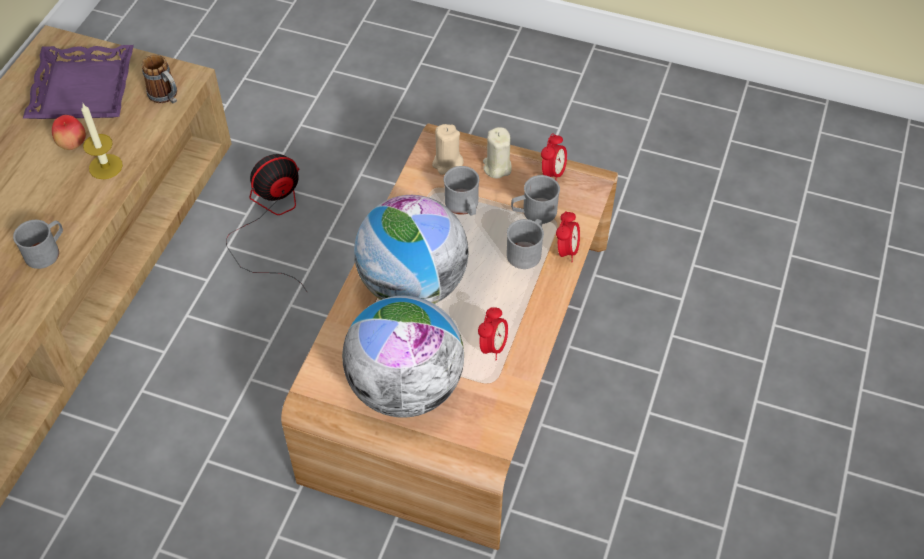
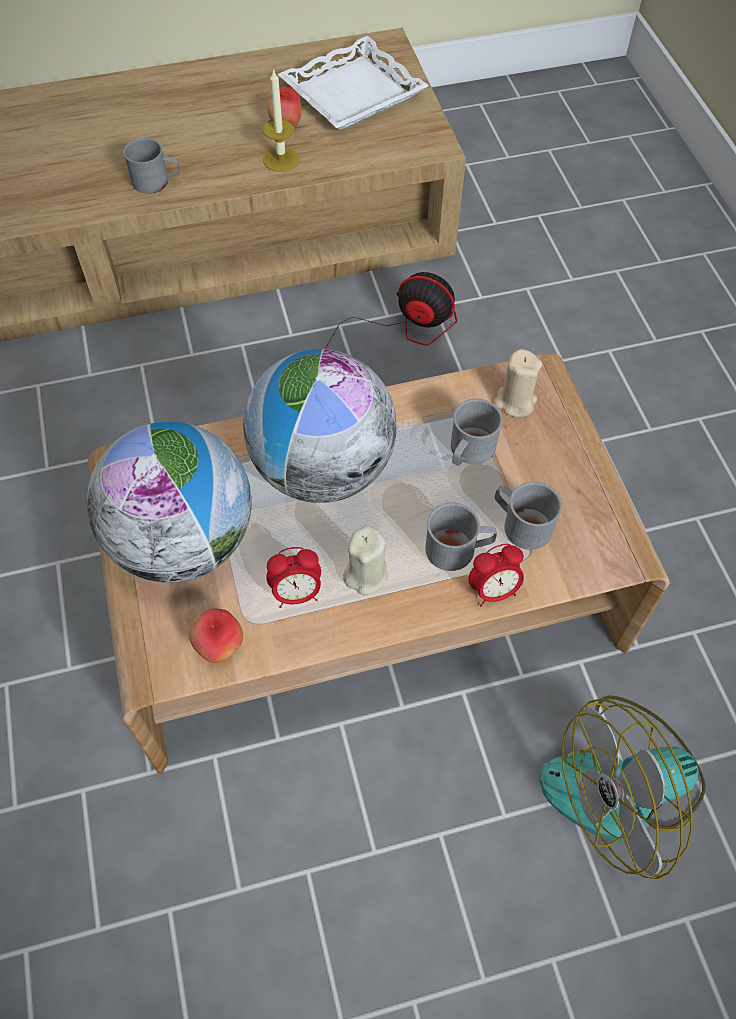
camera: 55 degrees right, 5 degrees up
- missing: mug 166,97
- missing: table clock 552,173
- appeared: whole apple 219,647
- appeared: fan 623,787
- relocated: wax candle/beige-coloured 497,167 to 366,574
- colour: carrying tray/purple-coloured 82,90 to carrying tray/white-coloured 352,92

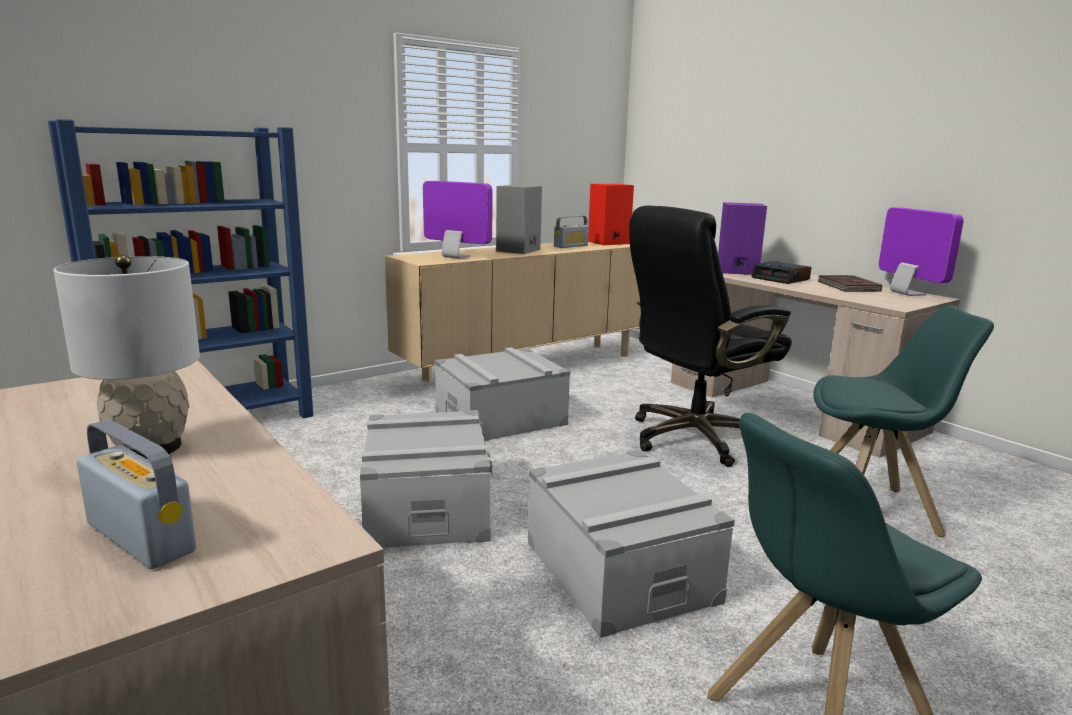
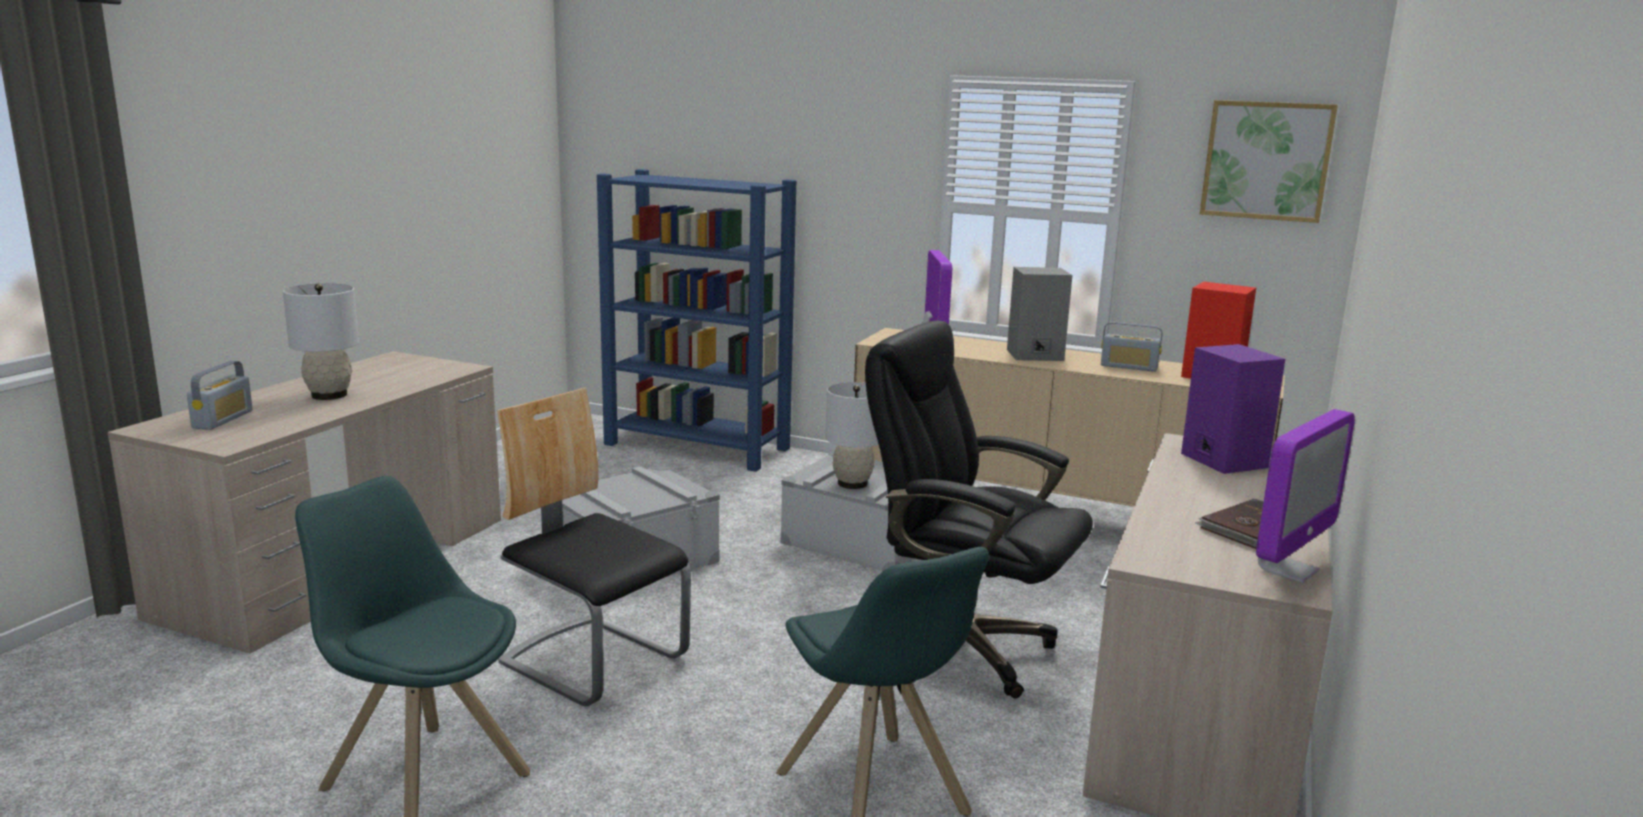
camera: 60 degrees right, 0 degrees up
- missing: table clock 781,279
- appeared: table lamp/white-coloured 852,483
- appeared: wall art 1266,160
- exchanged: storage bin/greyish 619,571 to upright chair 594,660

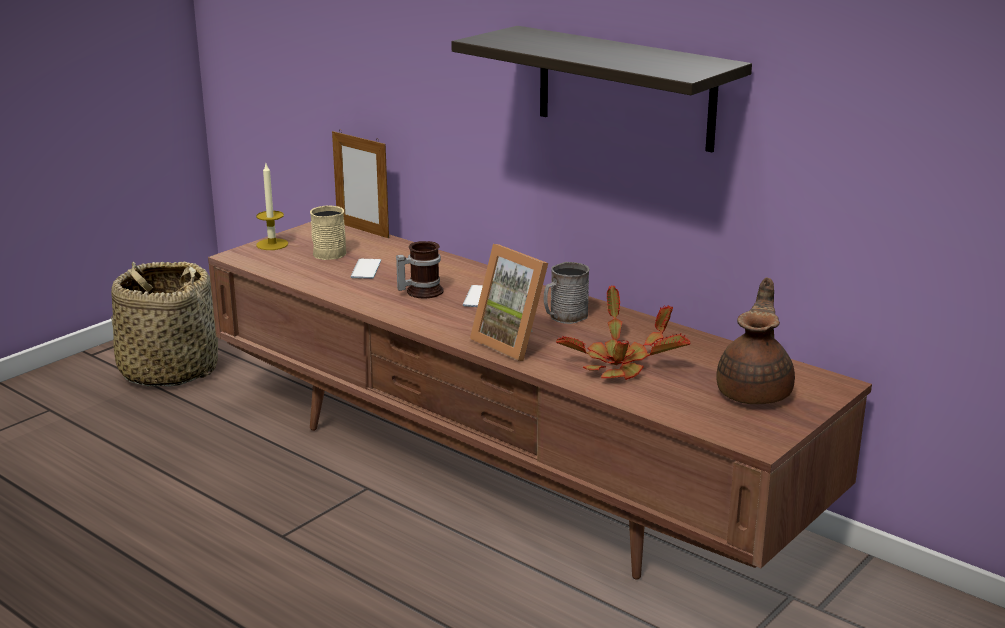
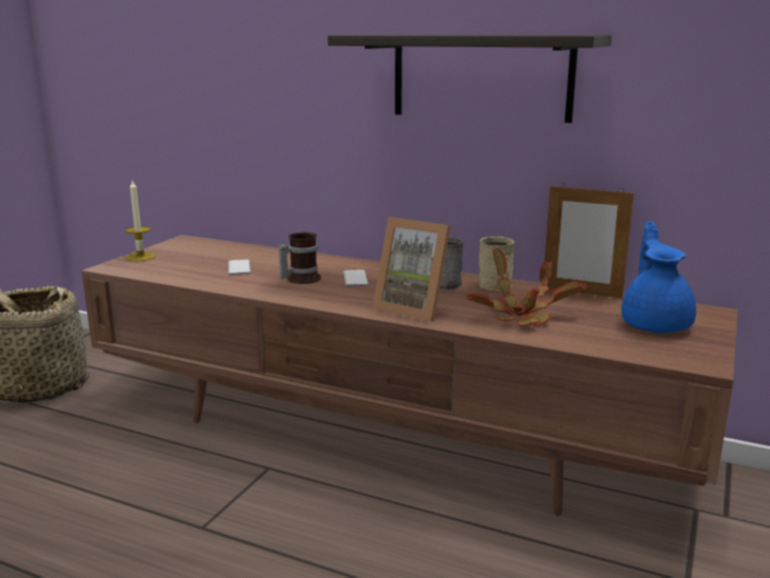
camera: 15 degrees left, 5 degrees down
- relocated: mug/beige-coloured 332,252 to 495,283
- relocated: picture frame 362,230 to 581,292
- colour: teapot/brownish 755,392 to teapot/bluish 655,324

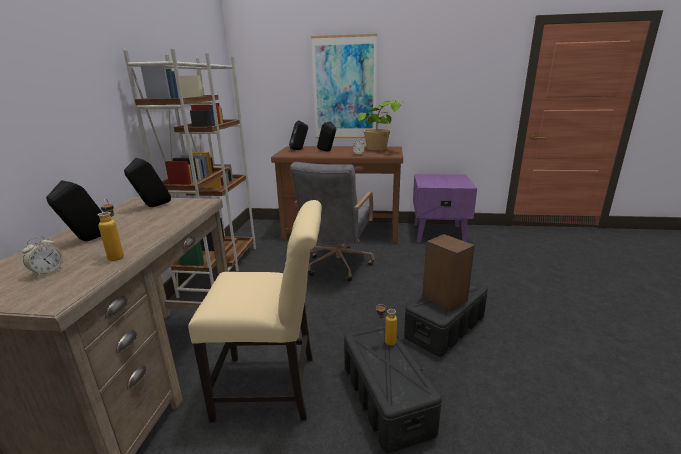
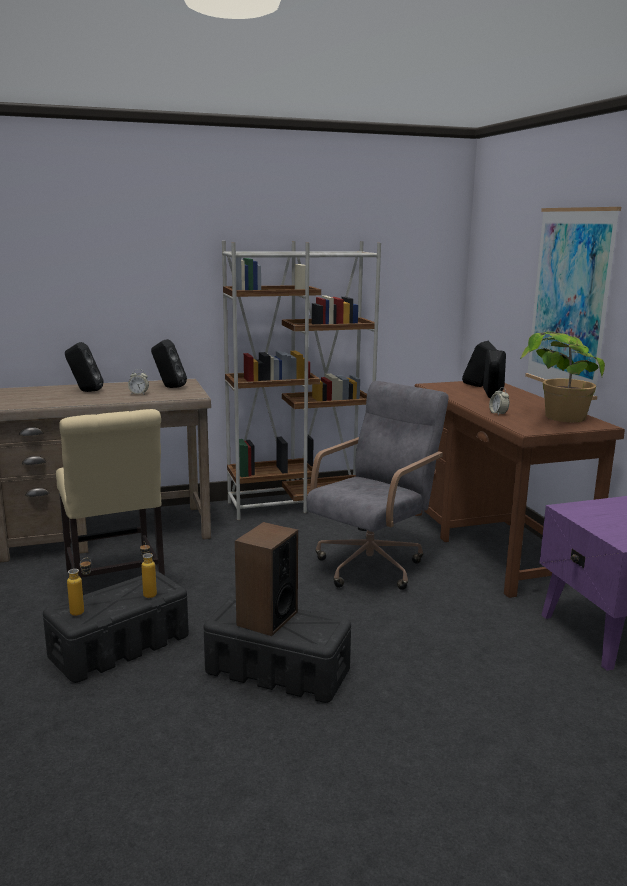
camera: 65 degrees right, 5 degrees down
- relocated: table clock 47,272 to 139,394
- relocated: bottle 117,255 to 82,610
- spun: office chair/greyish 337,267 = 373,566 135 degrees clockwise

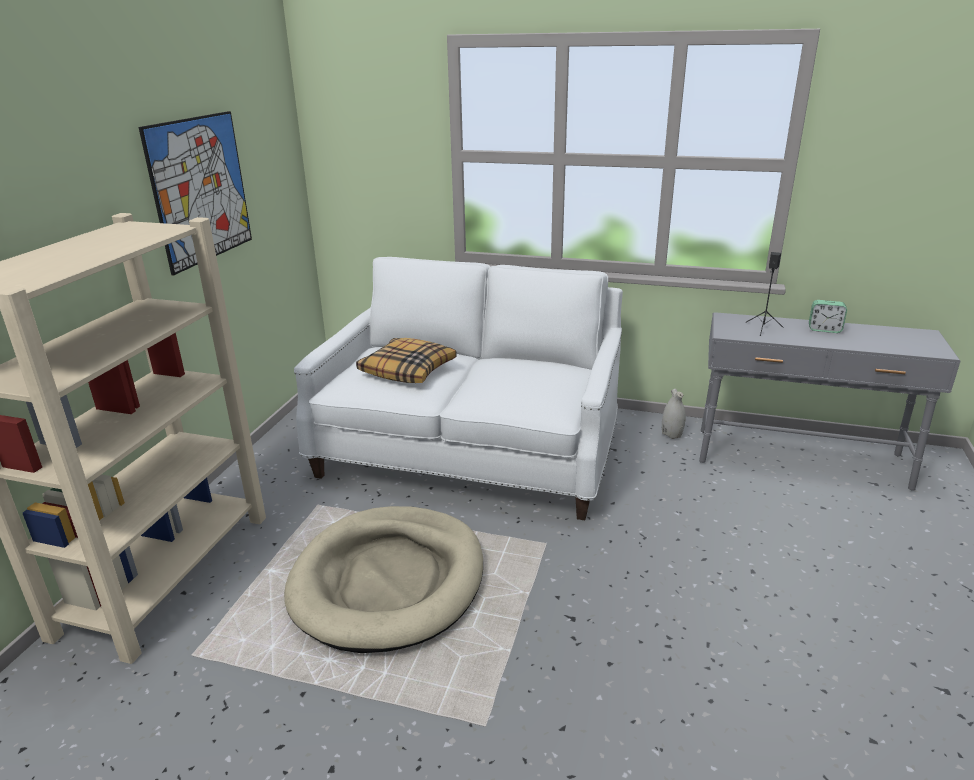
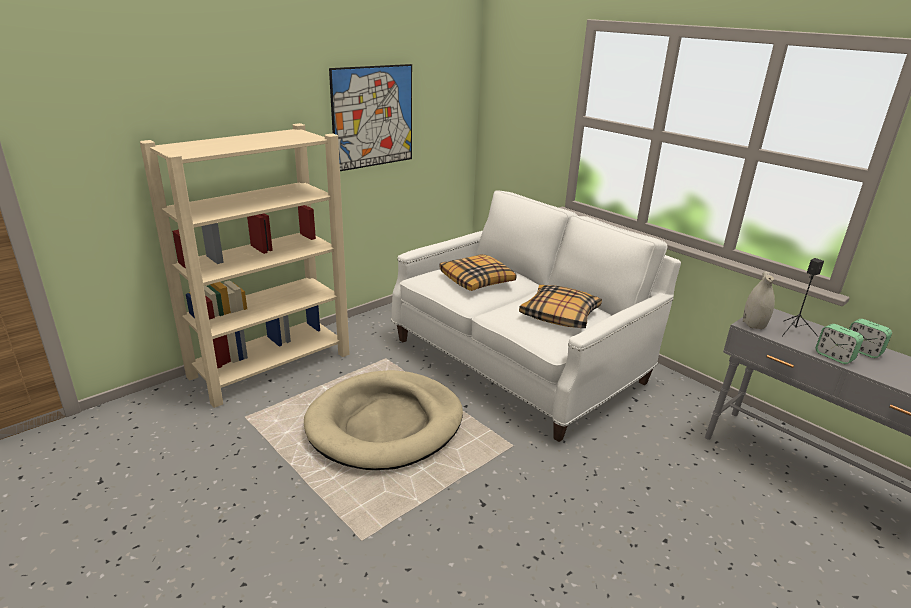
camera: 30 degrees right, 0 degrees up
- appeared: throw pillow 559,315
- appeared: table clock 834,356
- relocated: vase/white-coloured 671,435 to 754,325

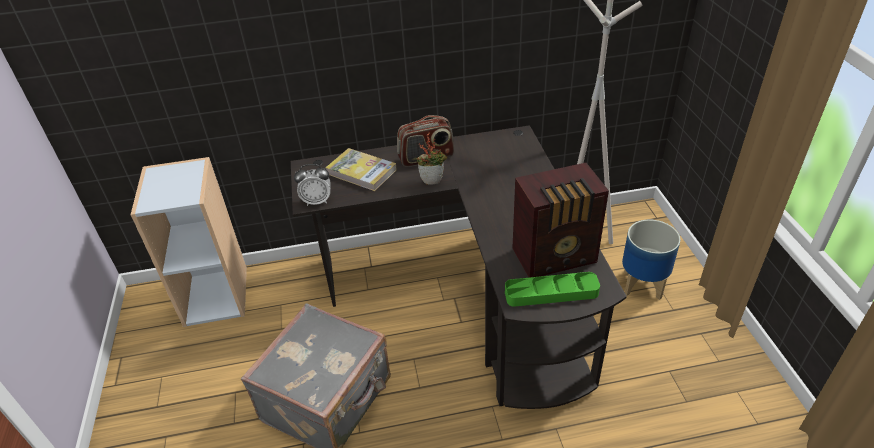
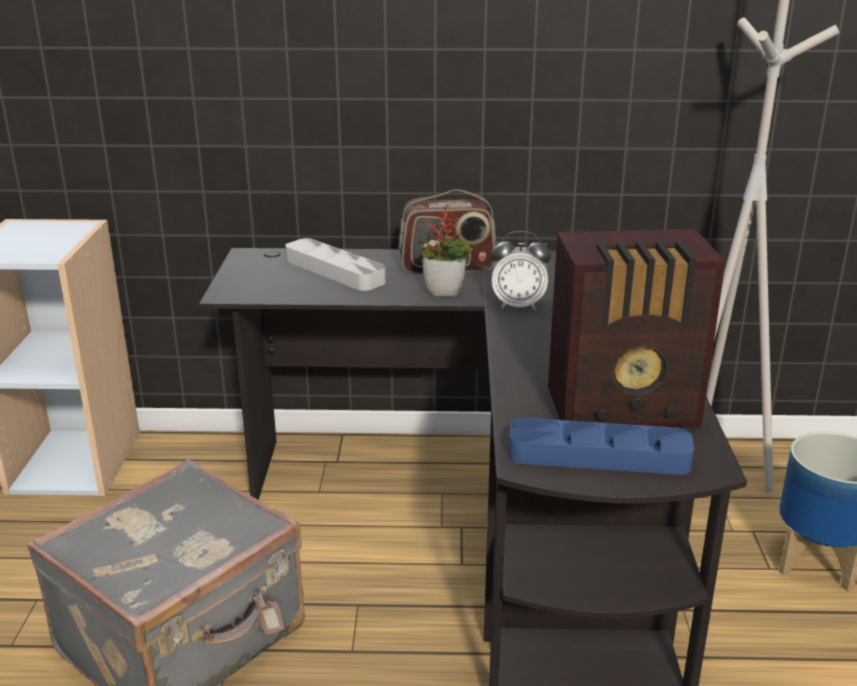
camera: 10 degrees right, 15 degrees down
- relocated: table clock 317,201 to 518,305
- exchanged: volume 361,172 to carrying tray/greyish 334,271
- colour: carrying tray/green-coloured 551,293 to carrying tray/bluish 598,455

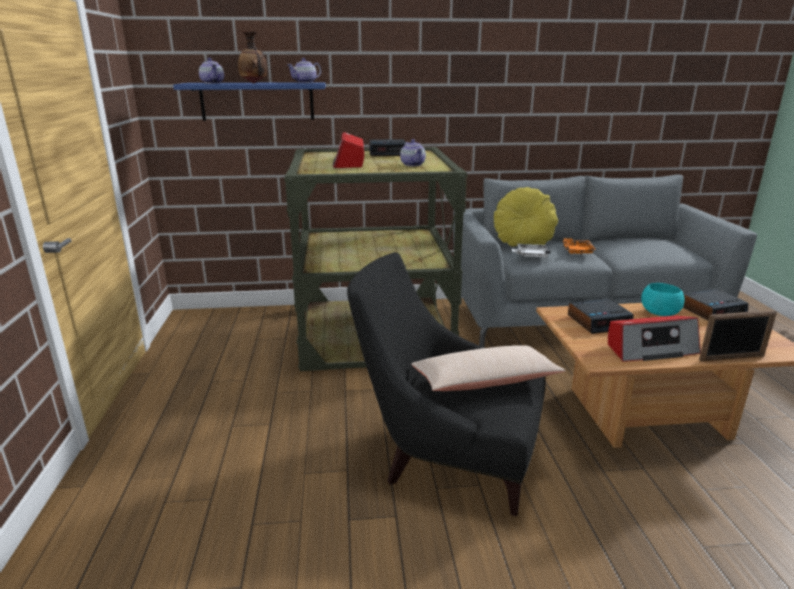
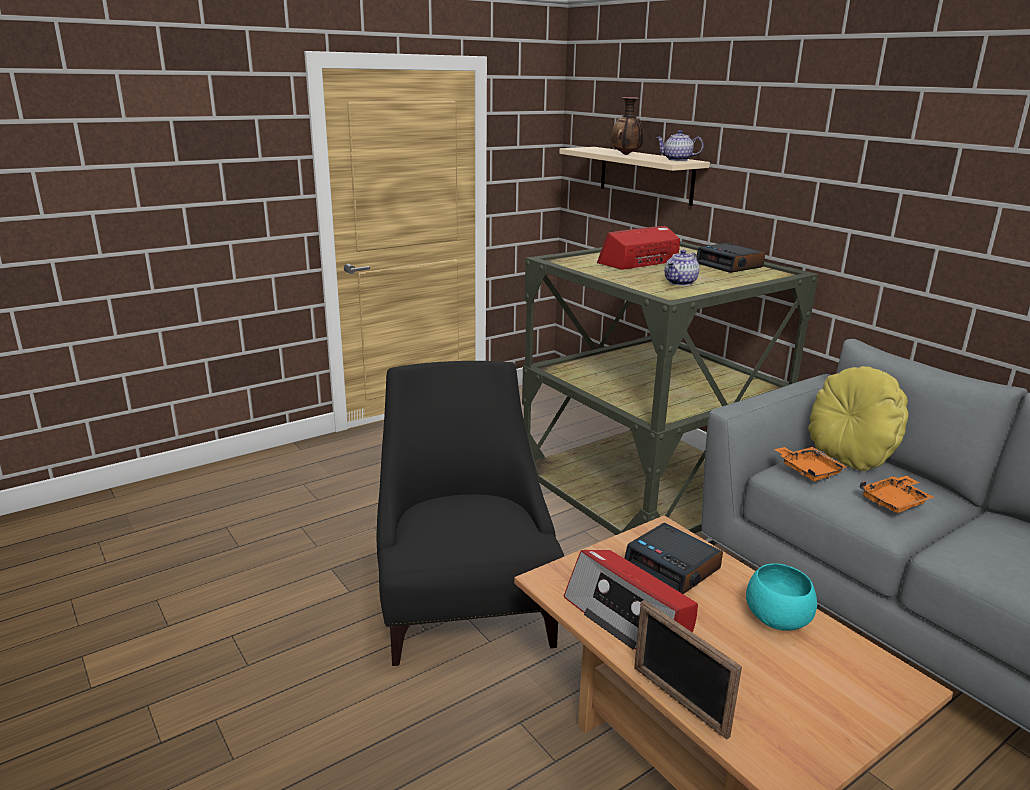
camera: 60 degrees right, 0 degrees up
- missing: teapot 213,83
- missing: throw pillow/beige-coloured 485,381
- missing: table clock 712,311
- colour: shelf/bluish 257,101 to shelf/beige-coloured 646,175
- colour: carrying tray/white-coloured 530,255 to carrying tray/orange 808,470

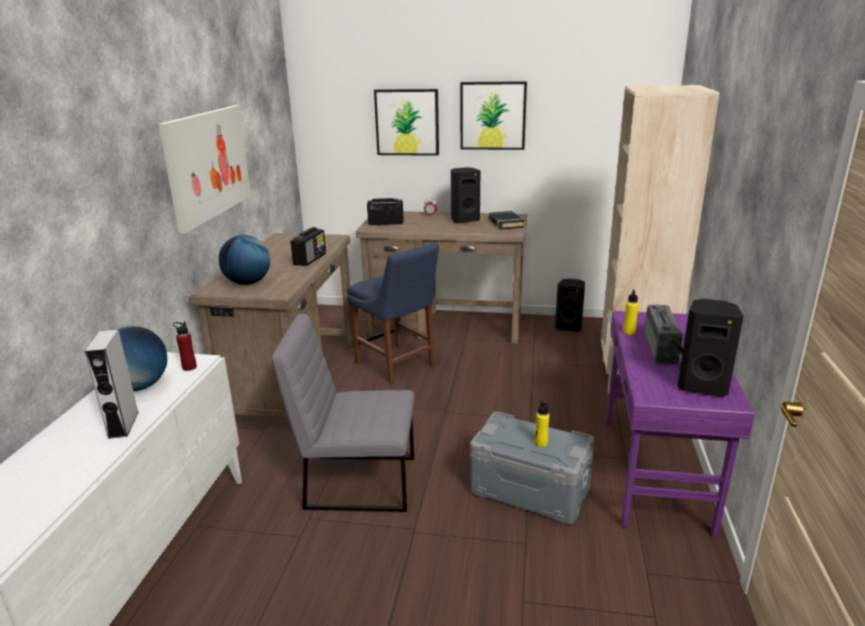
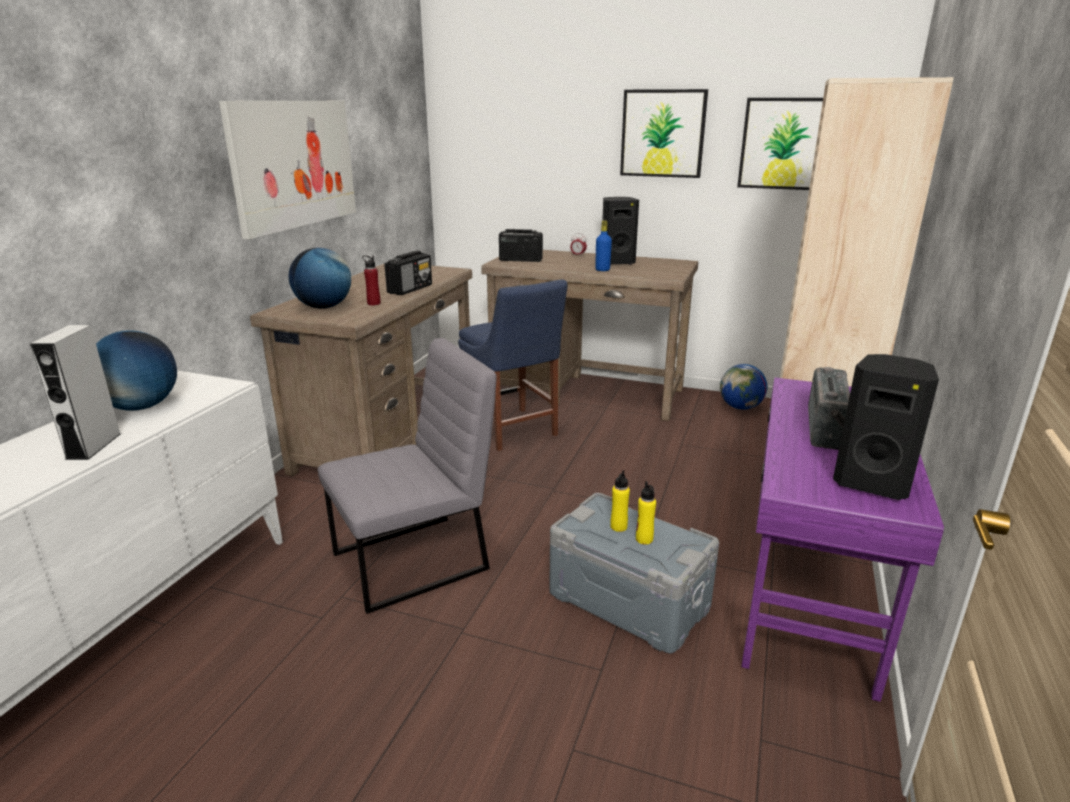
camera: 10 degrees right, 0 degrees up
- missing: volume/blackish 505,223
- appeared: bottle/bluish 602,270
- relocated: bottle/red-coloured 189,367 to 374,303
- relocated: wall art 407,122 to 786,144
- relocated: bottle/yellowish 629,332 to 618,527
- exchanged: loudspeaker/blackish 569,327 to world globe 740,407
- spun: upright chair/greyish 357,481 = 415,560 135 degrees clockwise

